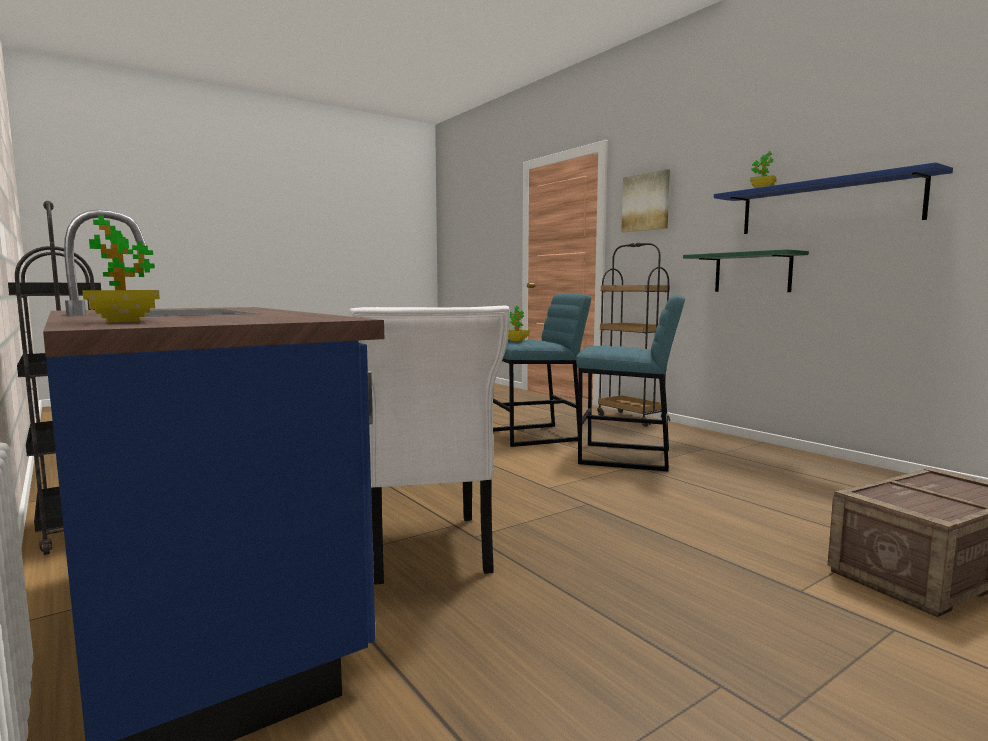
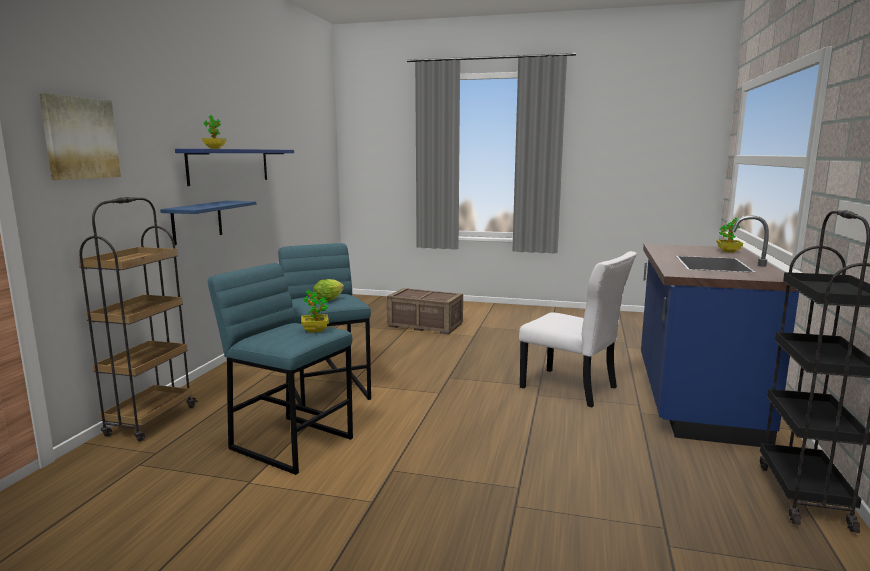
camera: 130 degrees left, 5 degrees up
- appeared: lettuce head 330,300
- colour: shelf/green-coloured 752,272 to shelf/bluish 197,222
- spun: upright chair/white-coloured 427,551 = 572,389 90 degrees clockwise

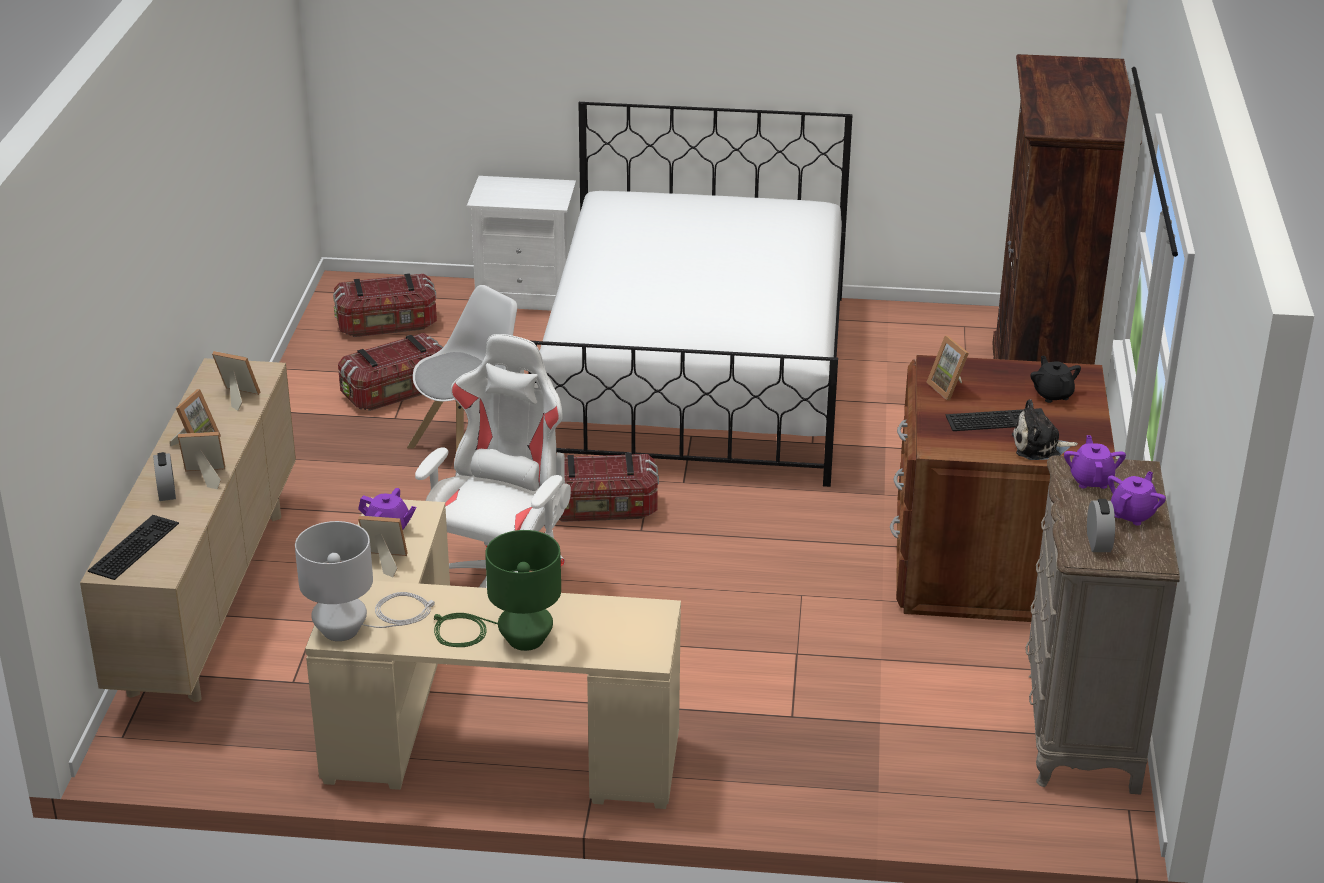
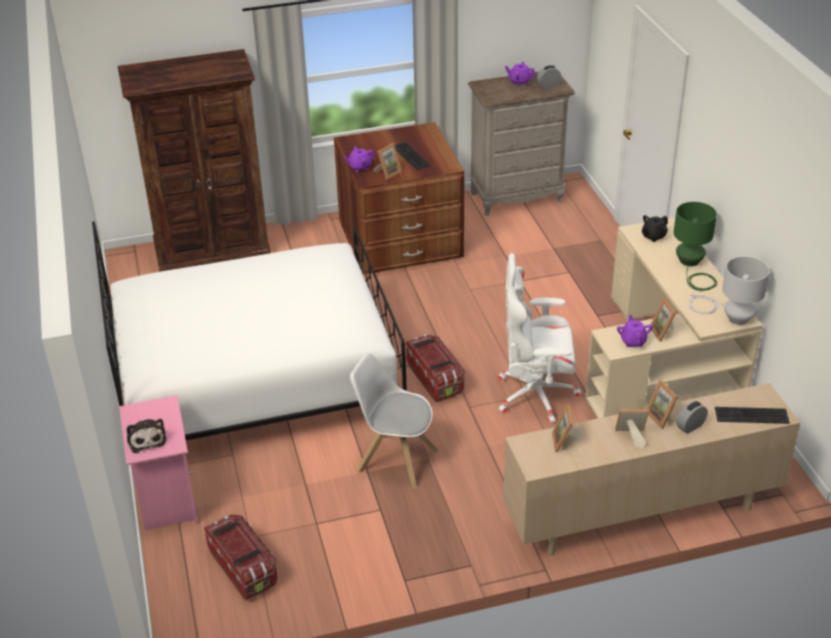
camera: 110 degrees left, 5 degrees up
- missing: storage bin 396,393
- relocated: cuddly toy 1039,447 to 146,439
- relocated: teapot/blackish 1053,394 to 653,236
- relocated: teapot/purple-coloured 1091,480 to 359,167
- colour: nightstand/white-coloured 526,298 to nightstand/pink 167,501

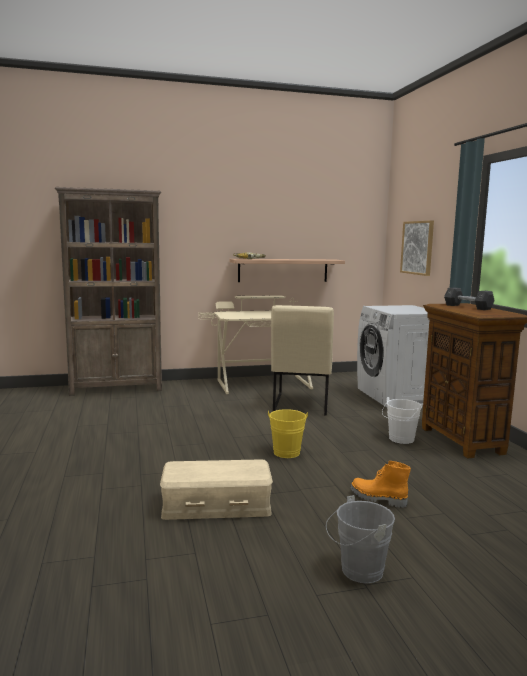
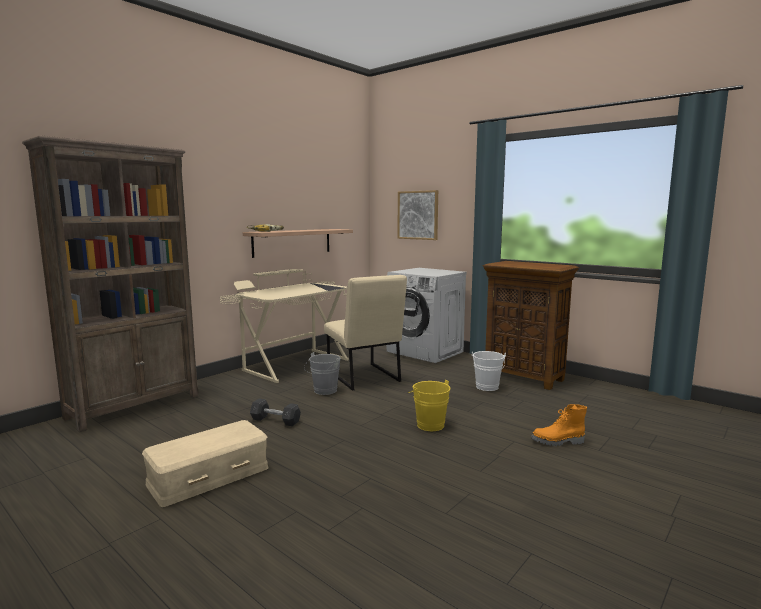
camera: 35 degrees left, 0 degrees up
- relocated: storage bin/beige-coloured 216,504 to 208,475
- relocated: water bucket/greyish 357,571 to 323,391
- relocated: free weight/greyish 468,307 to 275,420

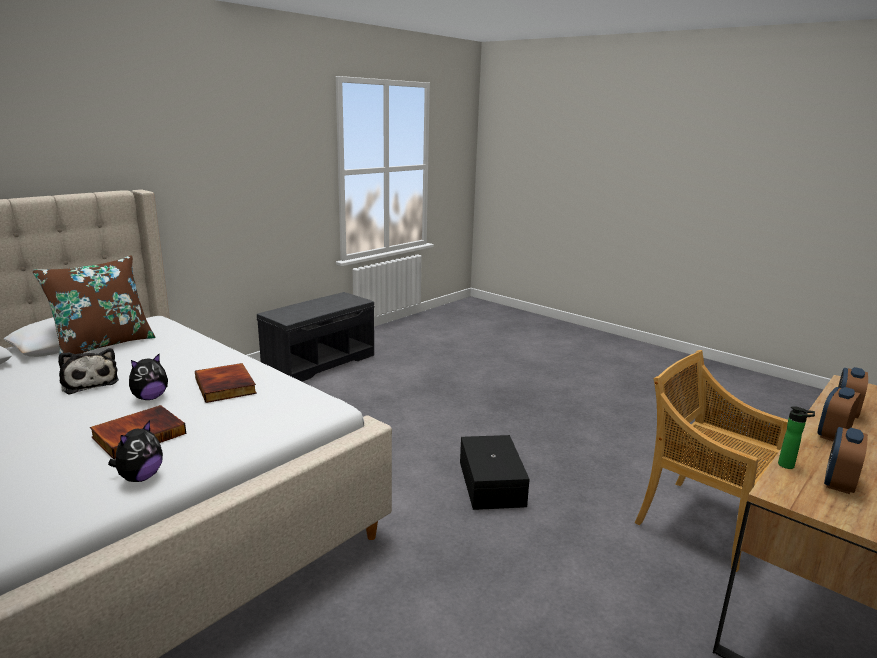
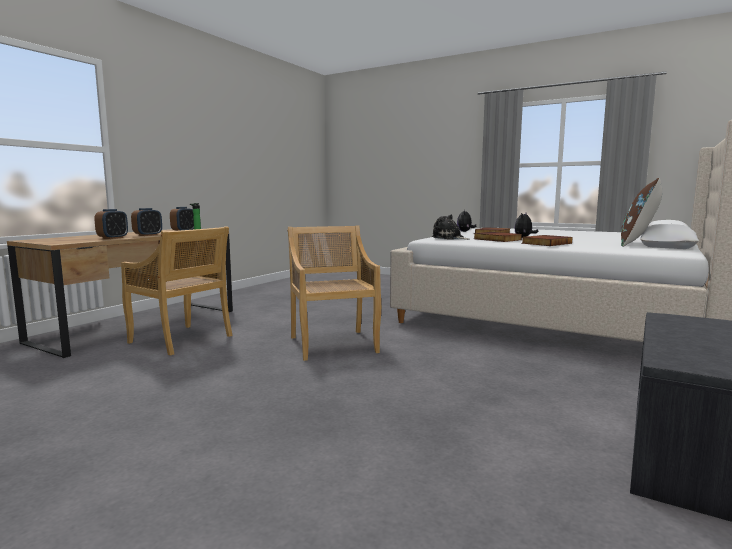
camera: 170 degrees right, 10 degrees down
- appeared: volume 546,243
- relocated: cuddly toy 89,382 to 449,238
- exchanged: storage bin/blackish 490,484 to upright chair/beige-coloured 333,344

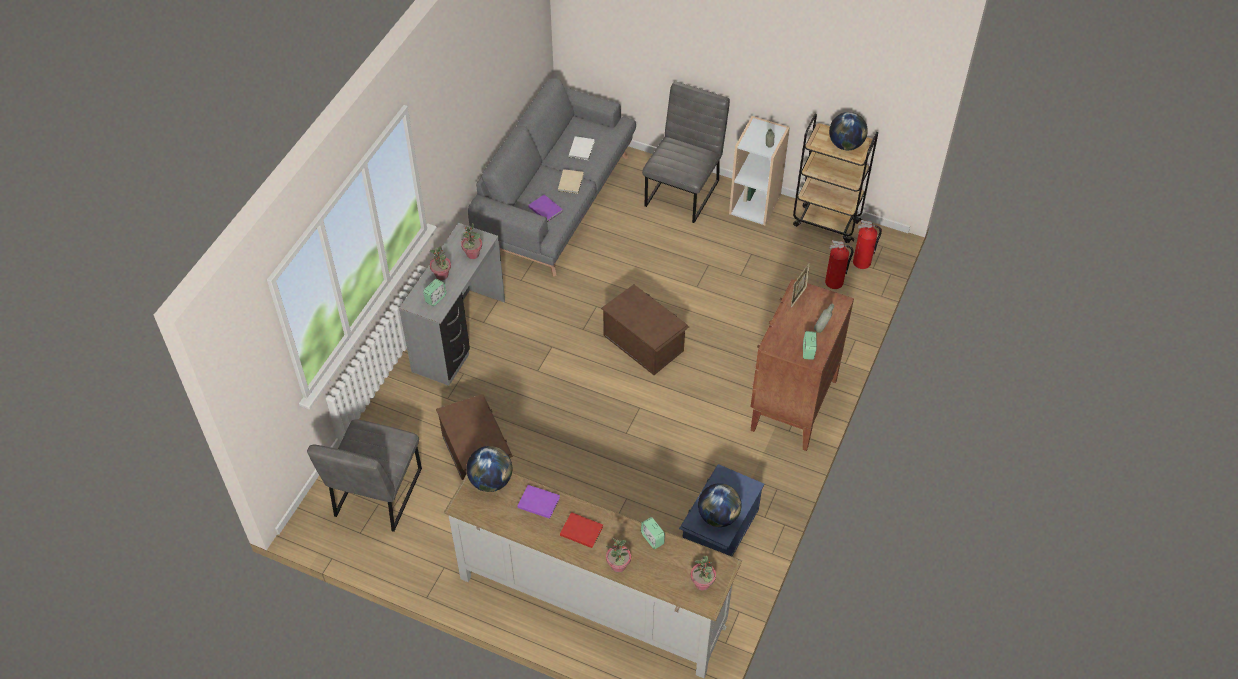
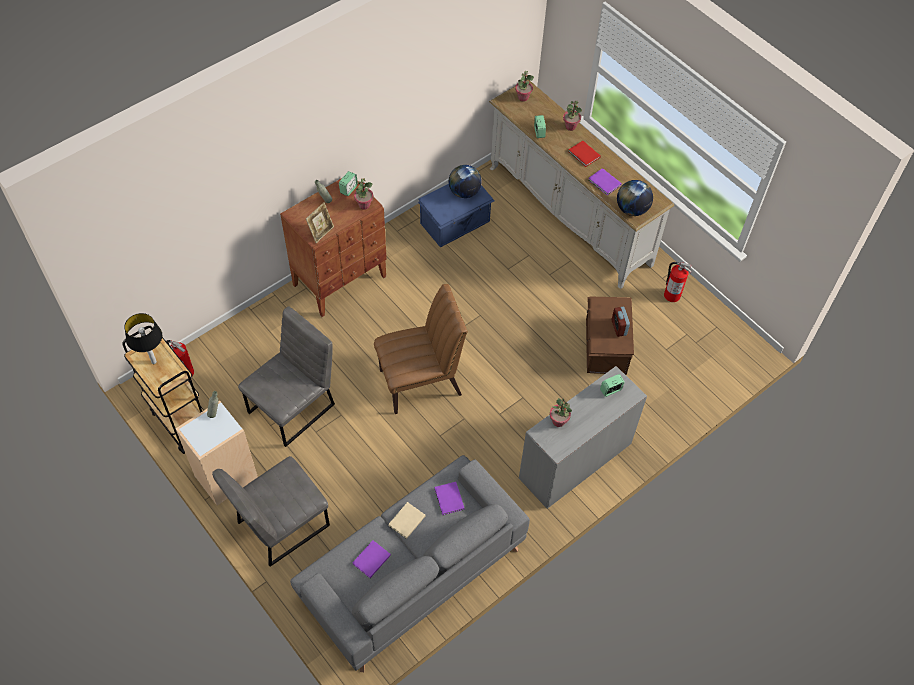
camera: 155 degrees left, 5 degrees up
- appeared: table clock 618,327
- relocated: upright chair/greyish 376,494 to 293,407
- relocated: houseplant 442,275 to 364,205
- relocated: extinguisher 834,282 to 672,295
- exchanged: storage bin/brownish 643,342 to upright chair/brownish 420,383
- exchanged: world globe 845,145 to table lamp 153,362
- colour: volume/white-coloured 582,149 to volume/purple-coloured 370,560

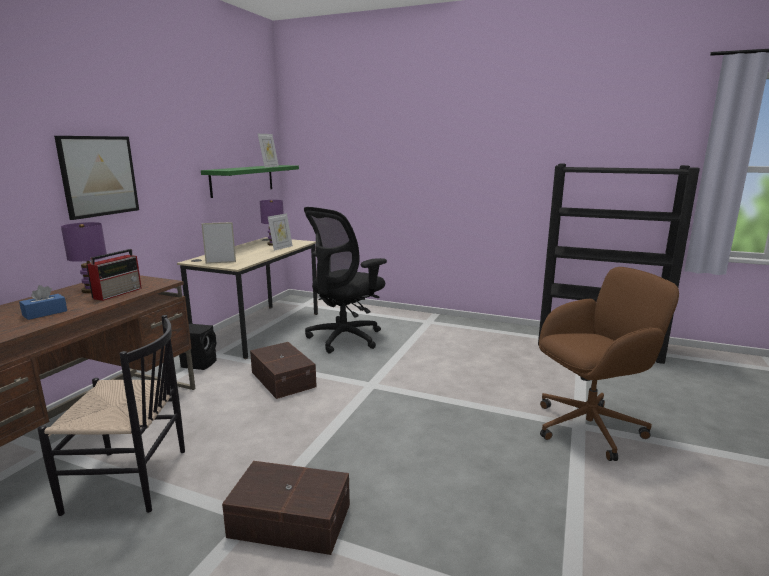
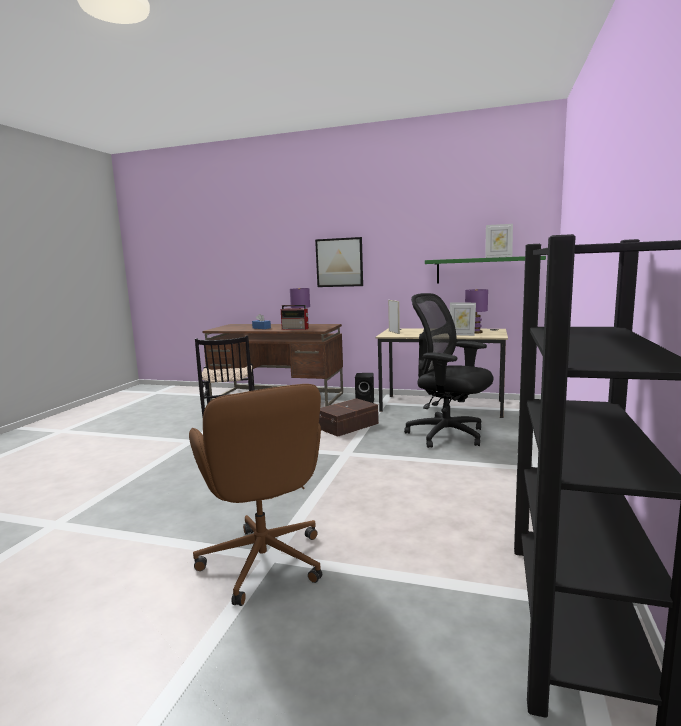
camera: 85 degrees right, 5 degrees down
- missing: storage bin/brownish 290,519

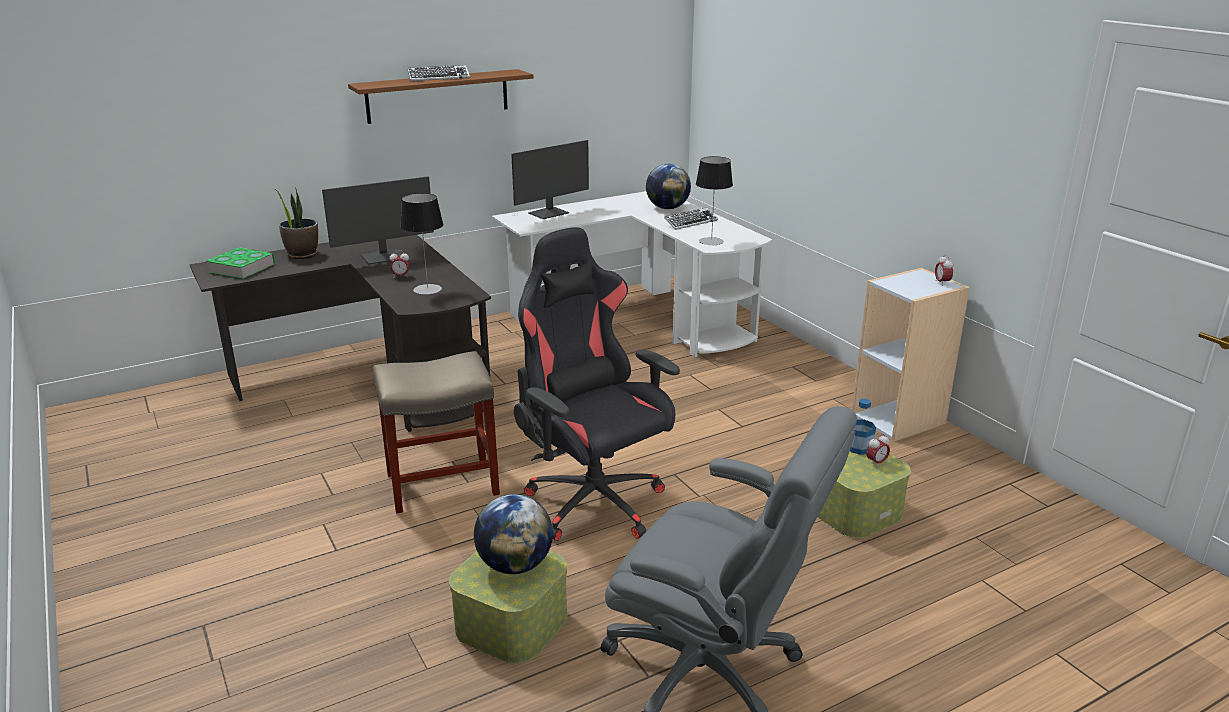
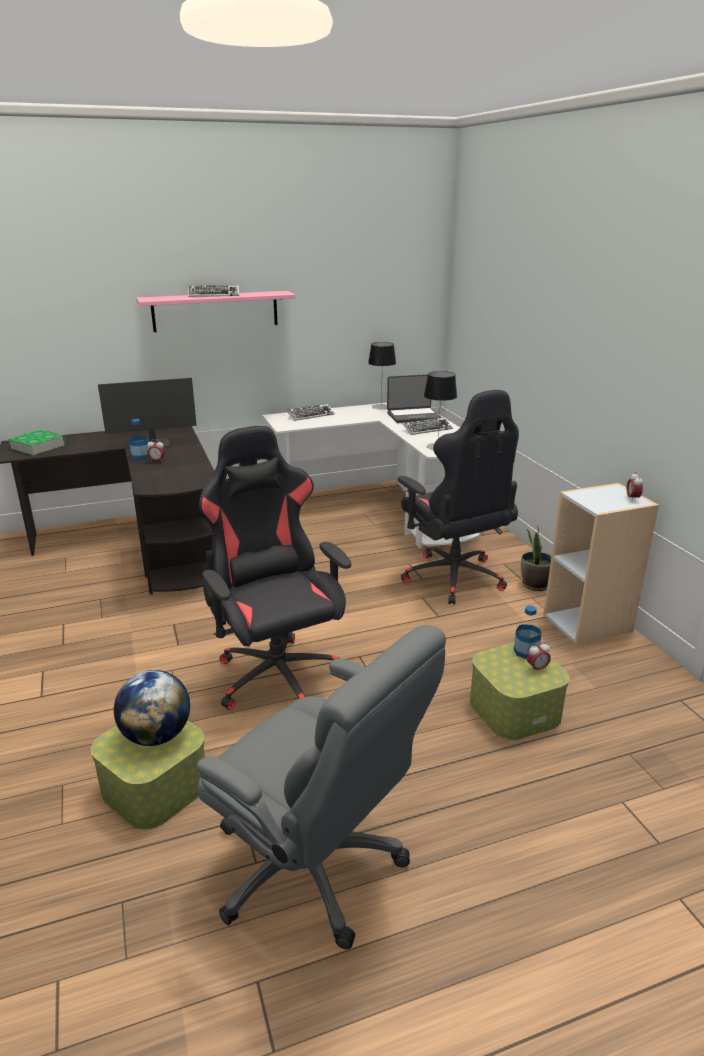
camera: 10 degrees right, 0 degrees up
- missing: stool seat/beige-coloured 440,484
- appeared: bottle 141,456
- appeared: office chair/blackish 452,577
- relocated: houseplant 302,255 to 535,585
- relocated: table lamp 427,289 to 381,407
- exchanged: monitor 549,213 to keyboard 310,415
- exchanged: world globe 667,208 to laptop 413,416
- colour: shelf/brownish 438,96 to shelf/pink 215,311

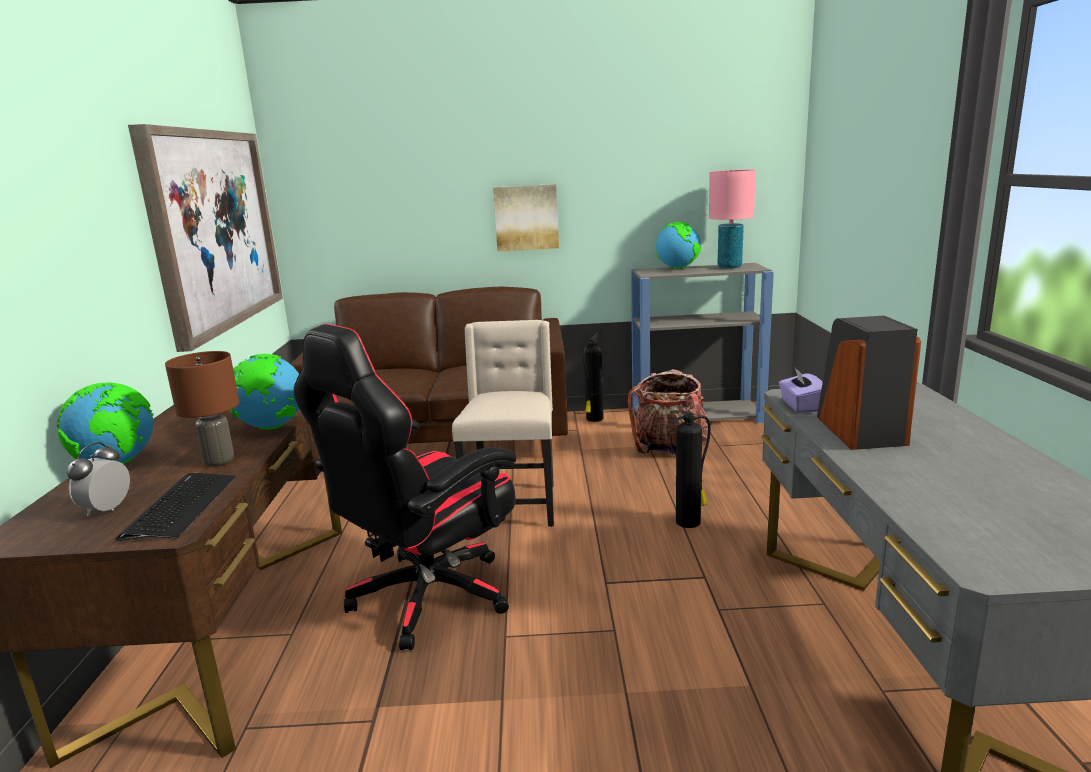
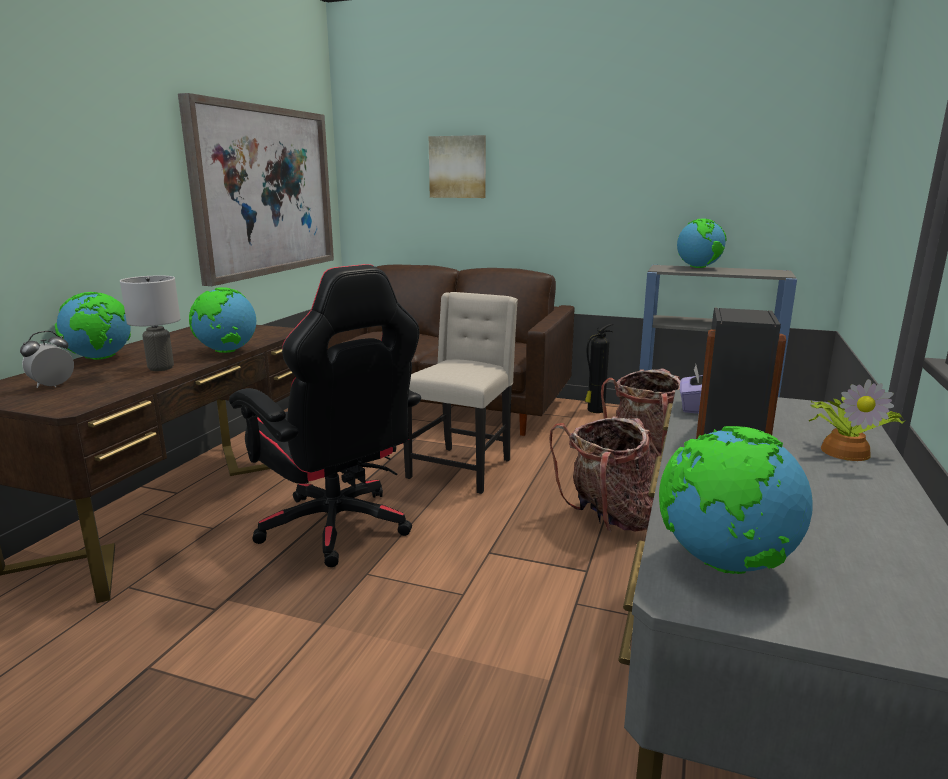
camera: 20 degrees right, 0 degrees up
- missing: keyboard 181,507
- missing: table lamp/pink 729,267
- appeared: world globe 724,563
- appeared: houseplant 846,451
- relocated: wall art 526,217 to 458,167
- exchanged: extinguisher 689,522 to knapsack 613,518
- colour: table lamp/brownish 218,461 to table lamp/white-coloured 160,368
- spun: office chair/blackish 430,595 = 335,525 105 degrees counterclockwise

